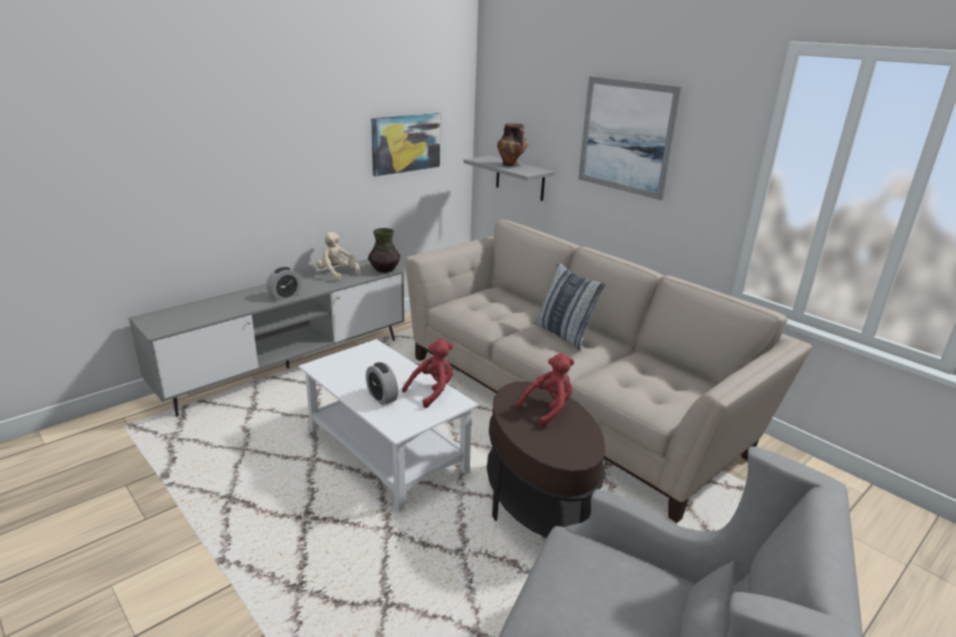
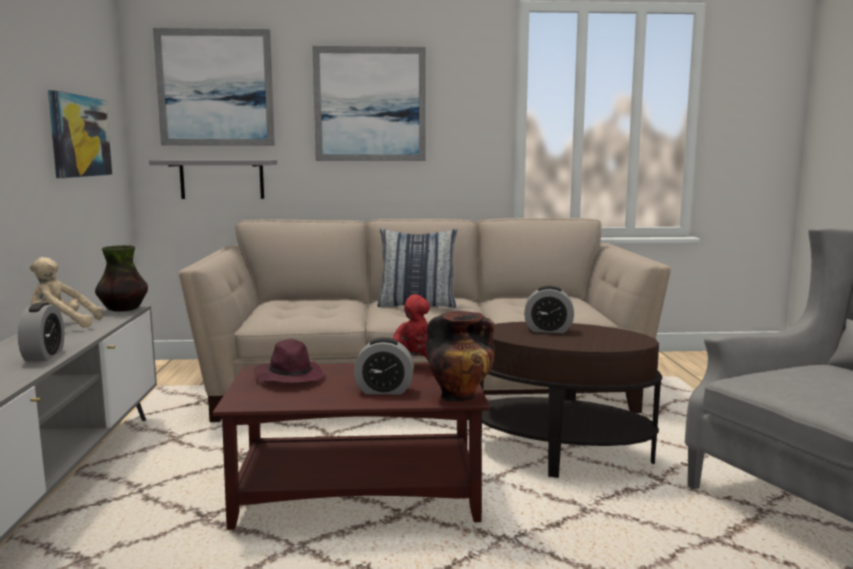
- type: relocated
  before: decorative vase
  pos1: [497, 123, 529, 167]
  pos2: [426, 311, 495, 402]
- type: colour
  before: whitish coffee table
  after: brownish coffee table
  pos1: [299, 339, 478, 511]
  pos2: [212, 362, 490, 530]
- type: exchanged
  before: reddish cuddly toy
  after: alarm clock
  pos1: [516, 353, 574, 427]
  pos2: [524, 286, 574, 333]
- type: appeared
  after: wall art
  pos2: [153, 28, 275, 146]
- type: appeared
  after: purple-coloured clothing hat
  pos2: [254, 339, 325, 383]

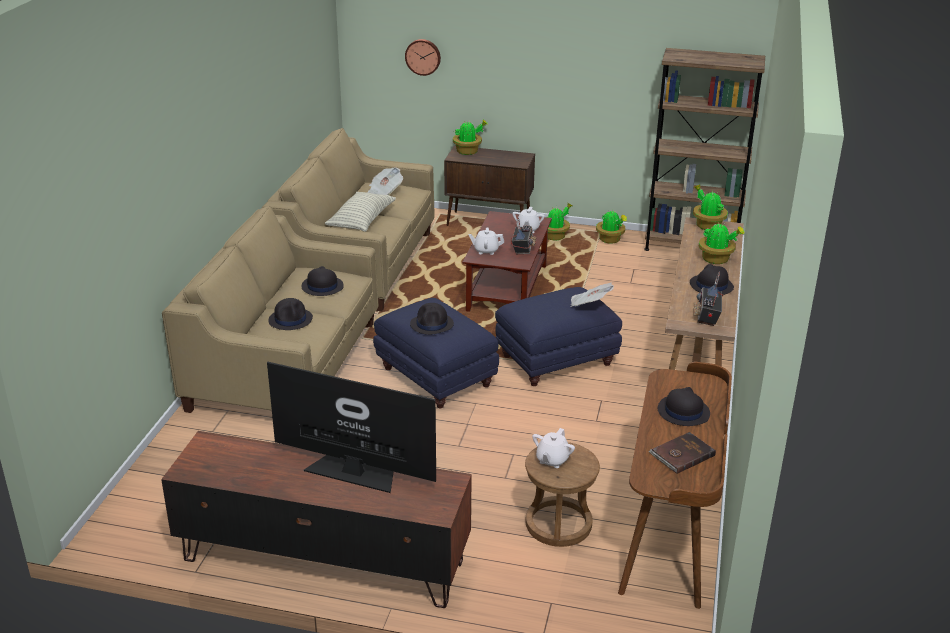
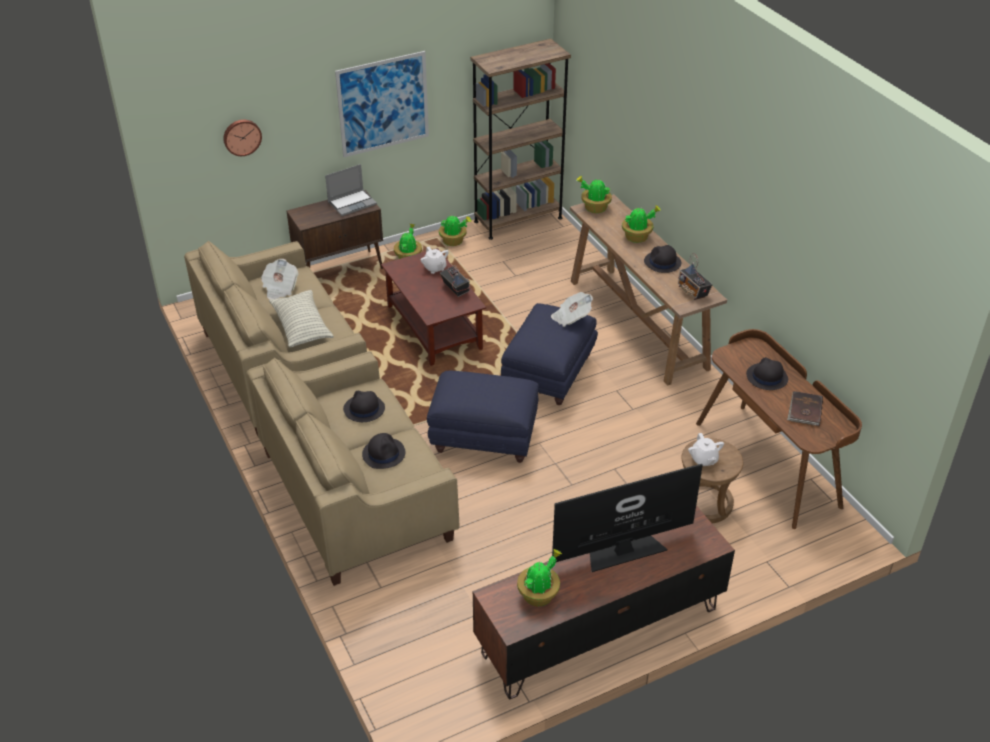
- type: relocated
  before: plant in a pot
  pos1: [453, 120, 488, 155]
  pos2: [517, 549, 562, 606]
- type: missing
  before: whitish pot for tea
  pos1: [469, 227, 504, 255]
- type: missing
  before: blackish clothing hat
  pos1: [410, 303, 454, 335]
- type: appeared
  after: wall art
  pos2: [335, 51, 429, 157]
- type: appeared
  after: laptop
  pos2: [325, 164, 377, 216]

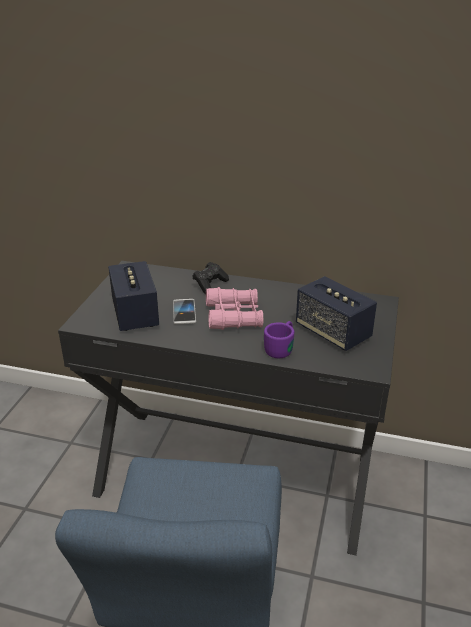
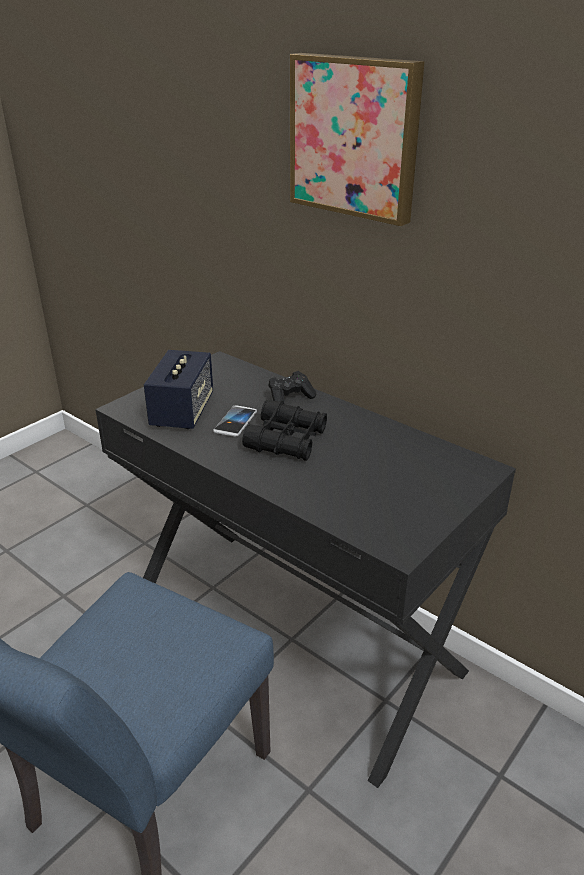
- type: missing
  before: audio speaker
  pos1: [296, 276, 377, 351]
- type: colour
  before: pink-coloured field glasses
  after: blackish field glasses
  pos1: [206, 287, 263, 330]
  pos2: [242, 400, 327, 461]
- type: missing
  before: purple-coloured tea mug
  pos1: [264, 321, 294, 358]
- type: appeared
  after: wall art
  pos2: [290, 53, 425, 226]

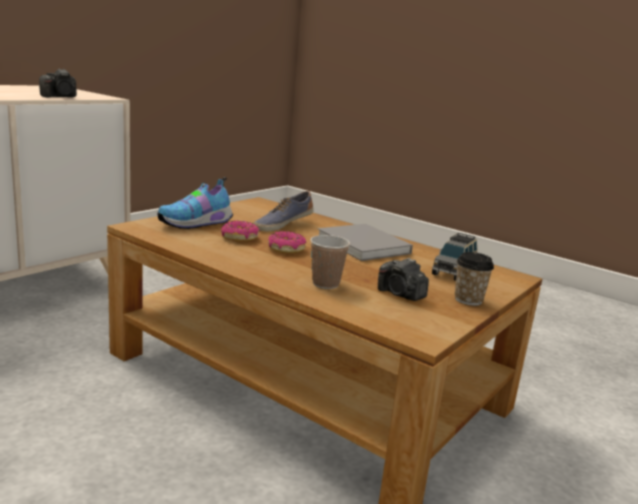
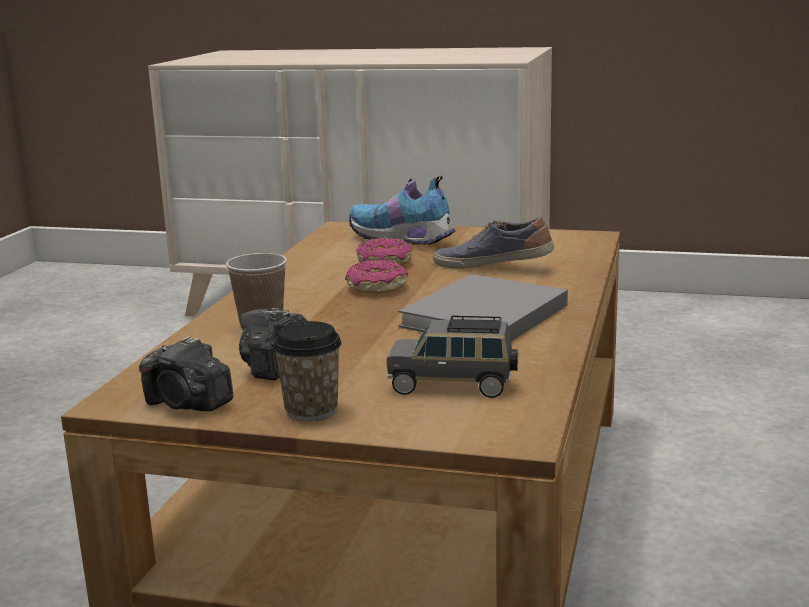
- type: relocated
  before: still camera
  pos1: [39, 69, 77, 97]
  pos2: [139, 336, 233, 411]

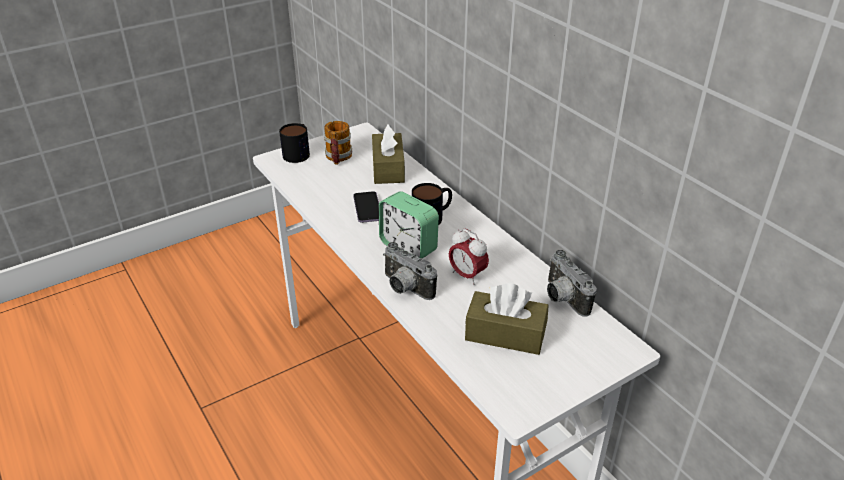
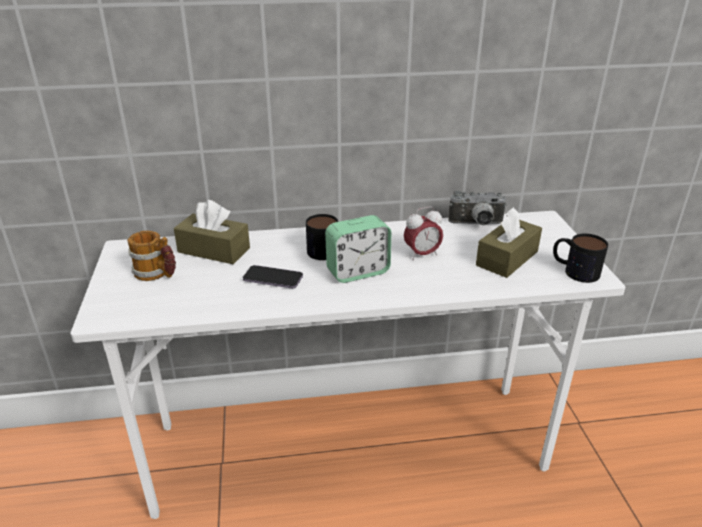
- type: relocated
  before: tea mug
  pos1: [279, 123, 310, 163]
  pos2: [553, 233, 608, 283]
- type: missing
  before: still camera
  pos1: [383, 242, 437, 300]

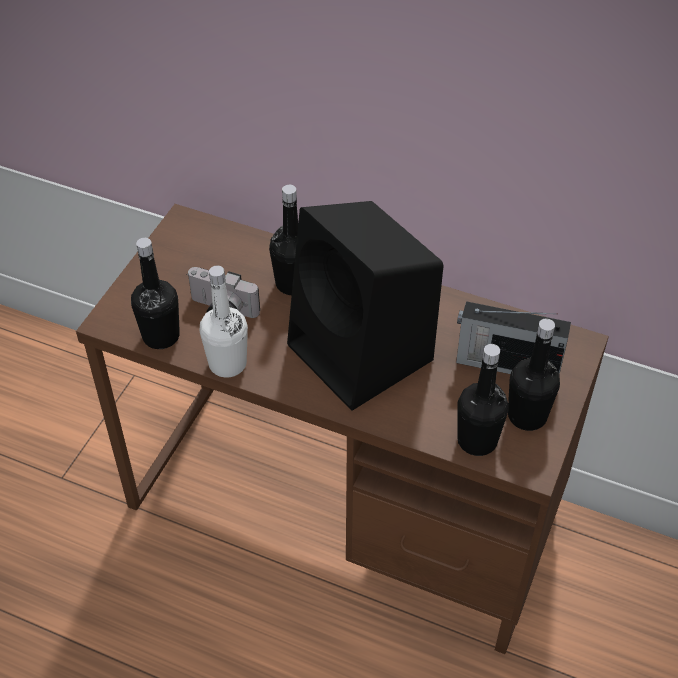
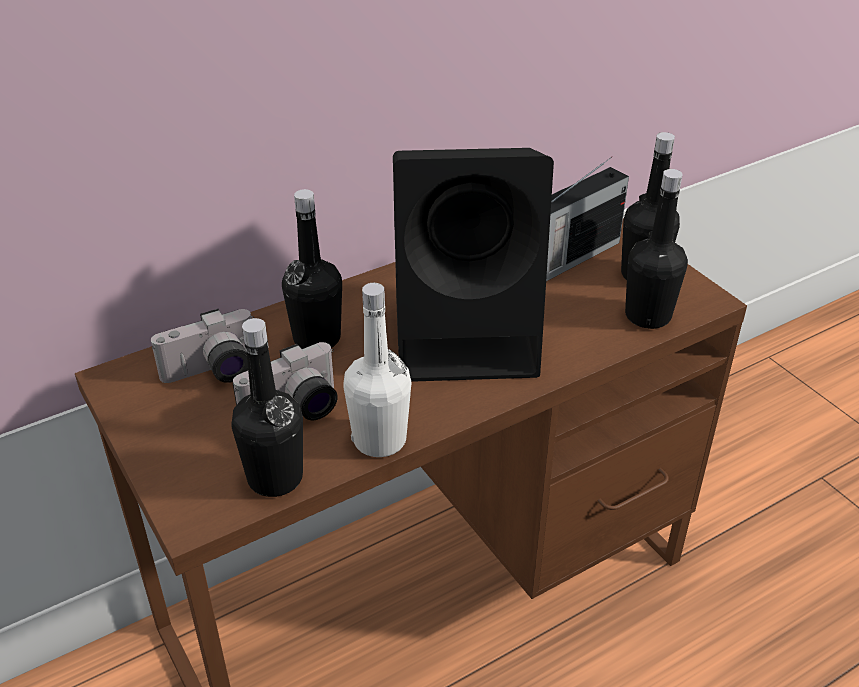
- type: appeared
  after: still camera
  pos2: [151, 309, 253, 383]

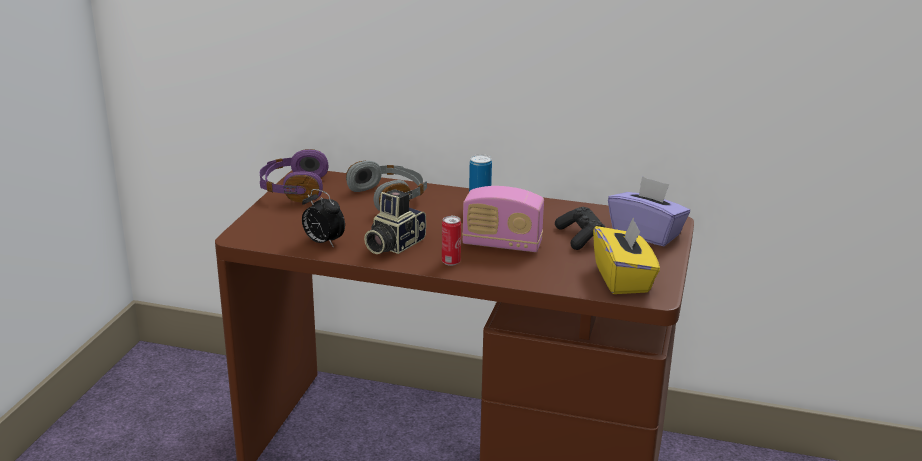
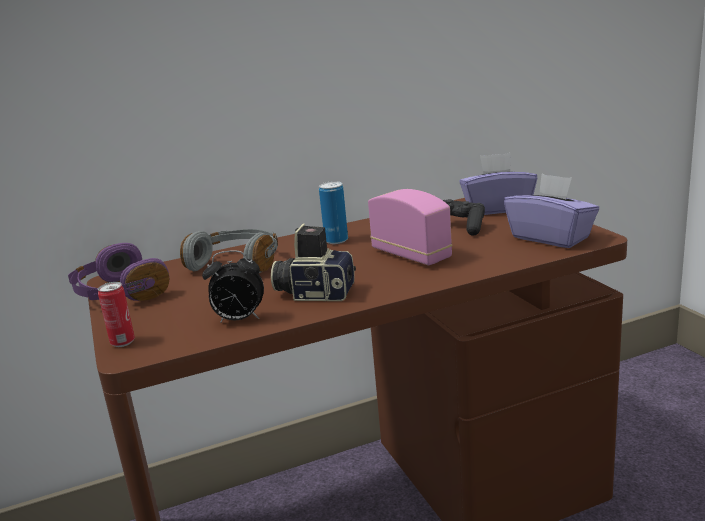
- type: spun
  before: radio
  pos1: [462, 186, 544, 252]
  pos2: [368, 189, 452, 265]
  turn: -105
- type: spun
  before: still camera
  pos1: [364, 189, 426, 254]
  pos2: [271, 224, 356, 301]
  turn: 105
- type: relocated
  before: can
  pos1: [442, 216, 461, 266]
  pos2: [98, 282, 135, 347]
- type: colour
  before: yellow tissue holder
  after: purple-coloured tissue holder
  pos1: [593, 219, 660, 294]
  pos2: [504, 174, 599, 248]

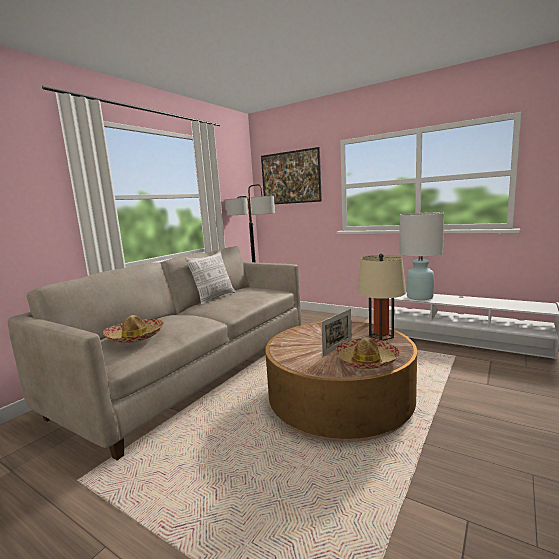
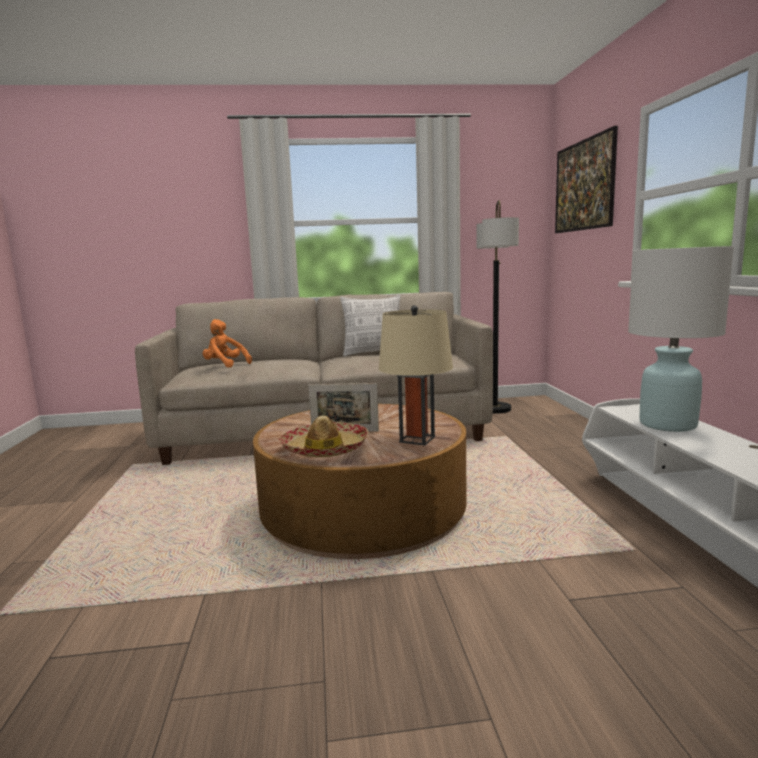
- type: exchanged
  before: clothing hat
  after: orange cuddly toy
  pos1: [103, 315, 164, 343]
  pos2: [203, 319, 252, 368]

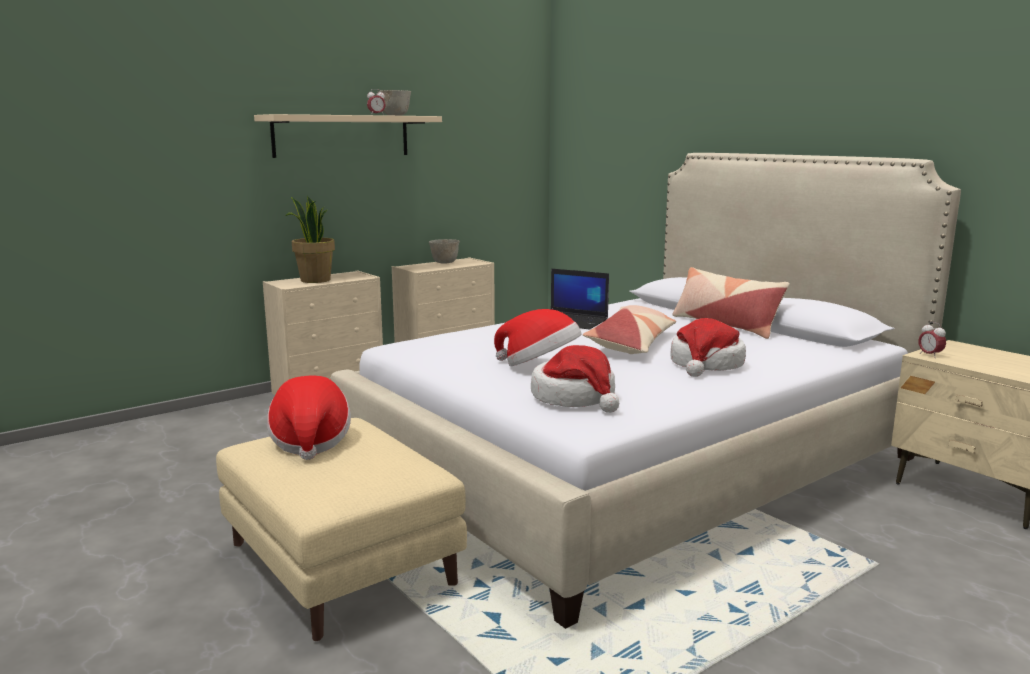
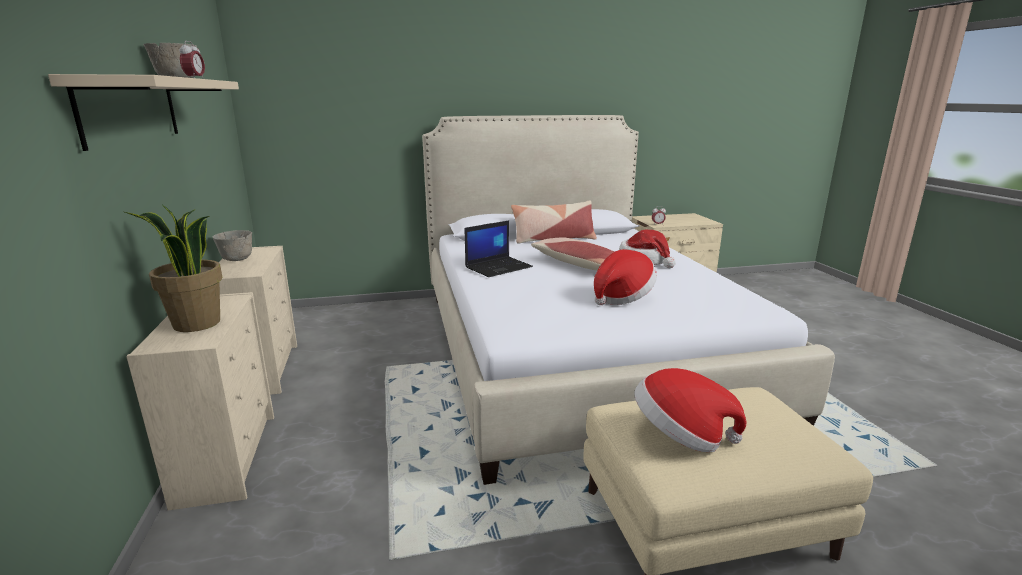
- type: missing
  before: clothing hat
  pos1: [531, 345, 619, 413]

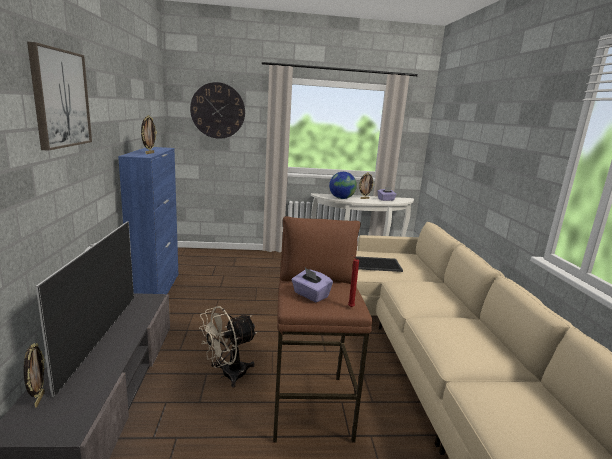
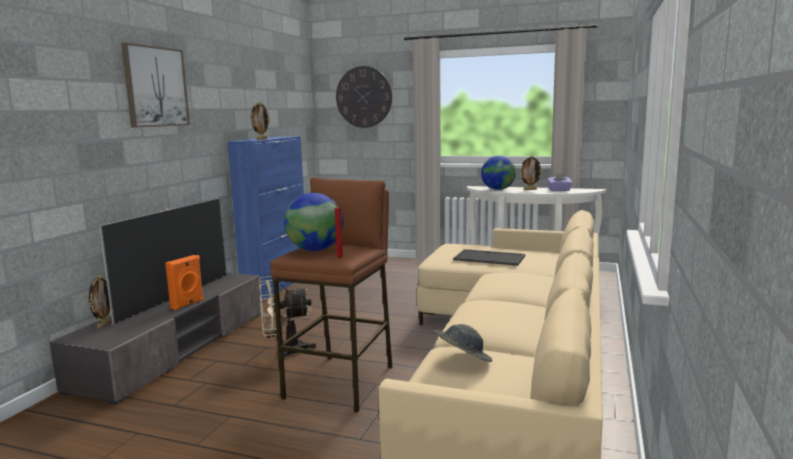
- type: exchanged
  before: purple-coloured tissue holder
  after: desk globe
  pos1: [292, 268, 333, 302]
  pos2: [284, 193, 343, 251]
- type: appeared
  after: orange audio speaker
  pos2: [165, 255, 204, 310]
- type: appeared
  after: grey clothing hat
  pos2: [432, 324, 492, 362]

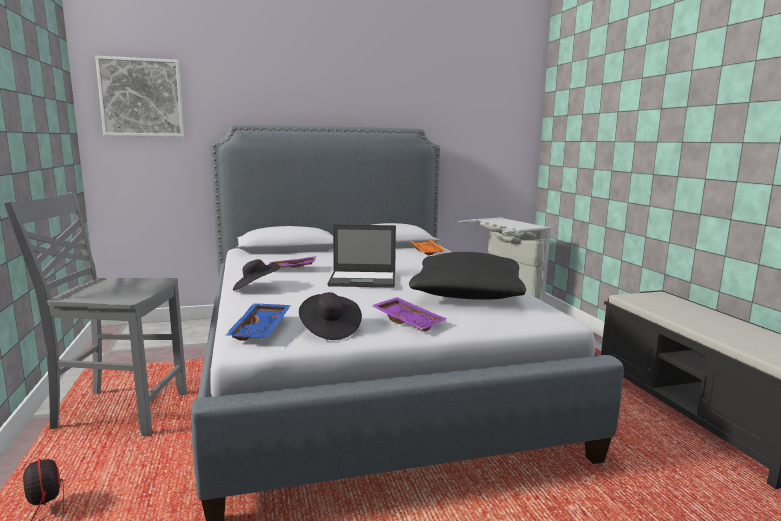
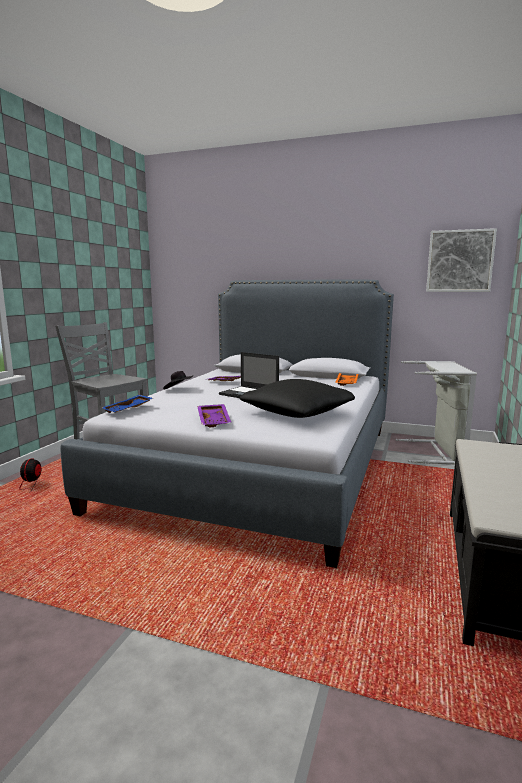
- type: relocated
  before: wall art
  pos1: [95, 56, 184, 137]
  pos2: [426, 228, 497, 292]
- type: missing
  before: blackish clothing hat
  pos1: [299, 292, 362, 340]

